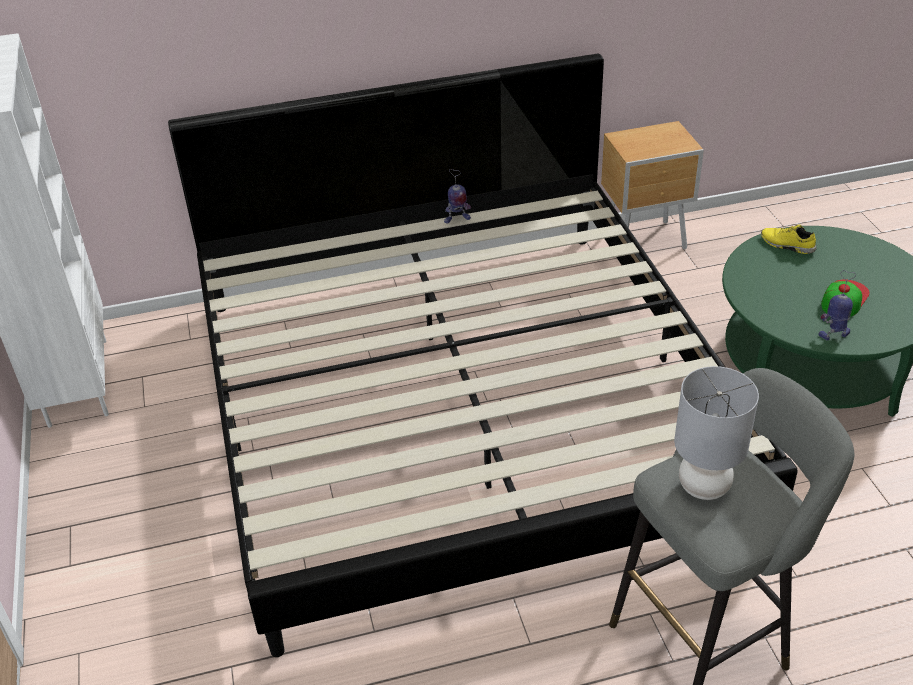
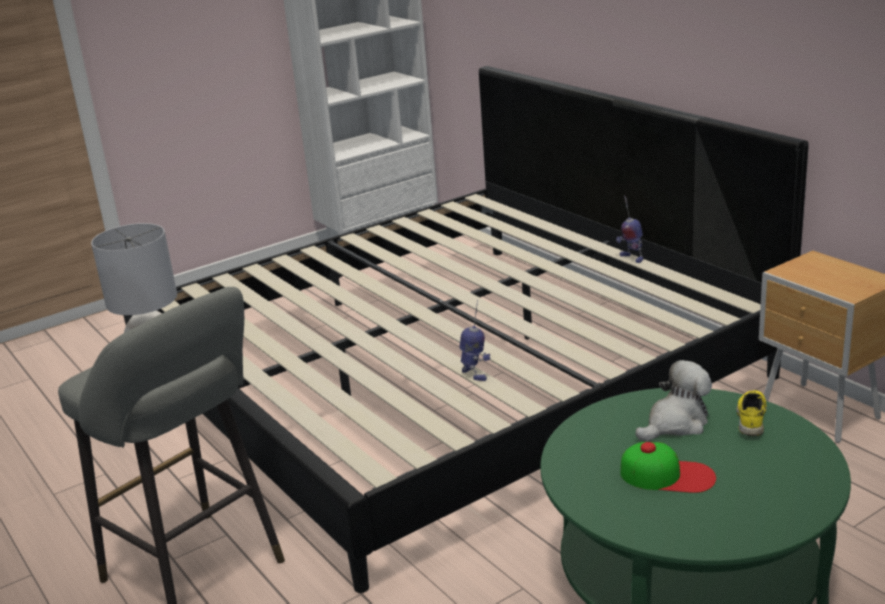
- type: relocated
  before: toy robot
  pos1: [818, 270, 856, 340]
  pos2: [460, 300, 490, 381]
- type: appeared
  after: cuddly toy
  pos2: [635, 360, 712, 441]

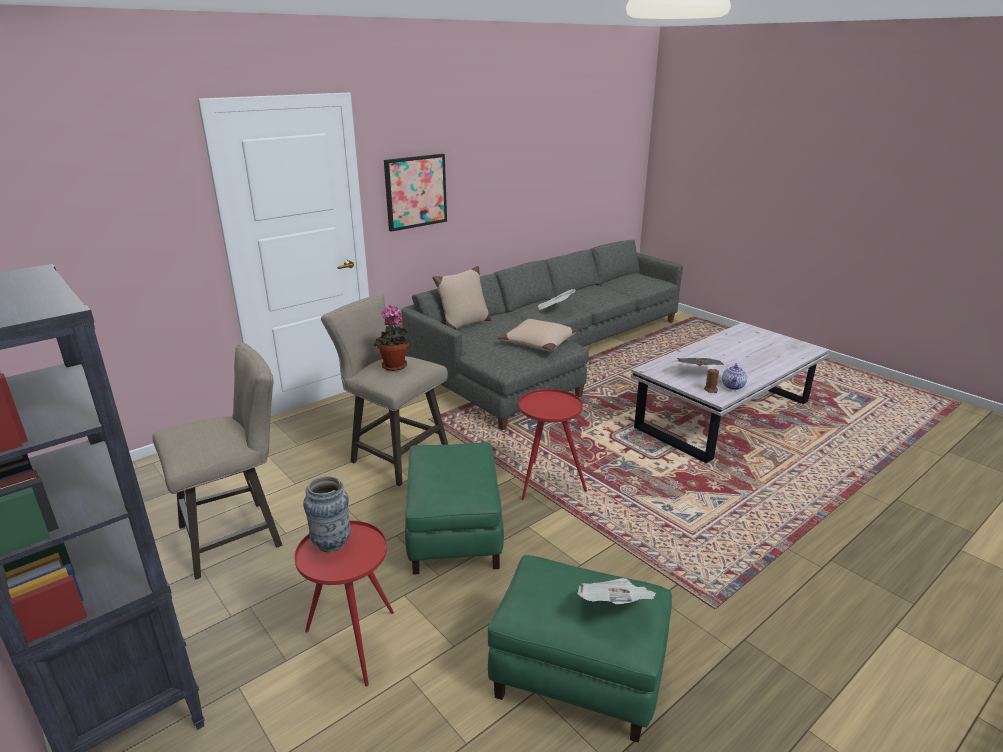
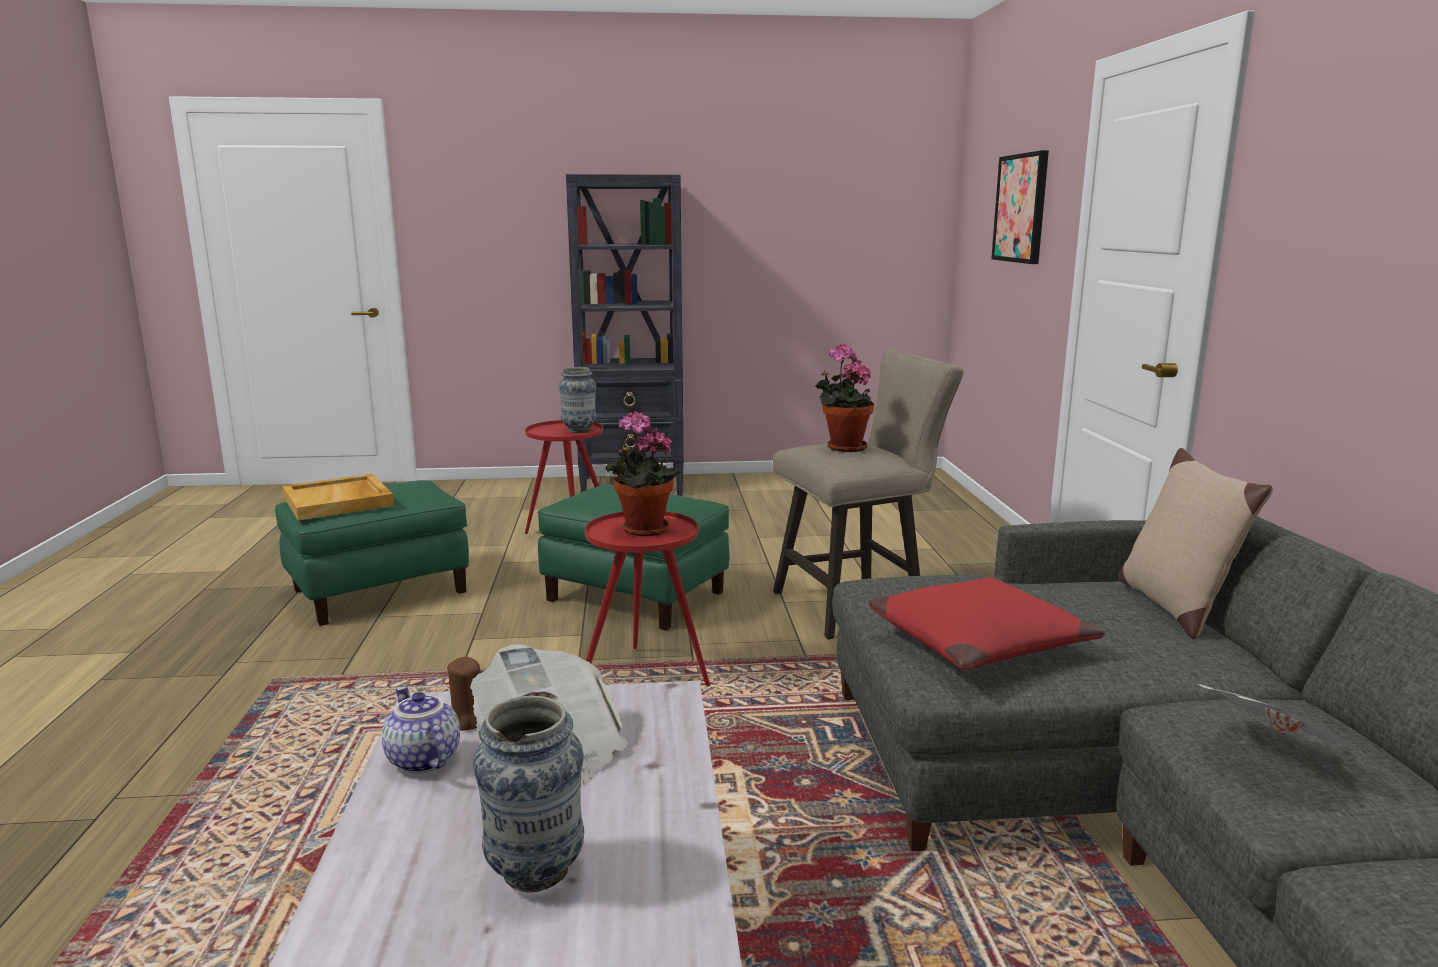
- type: relocated
  before: wall art
  pos1: [384, 154, 447, 232]
  pos2: [991, 150, 1049, 264]
- type: colour
  before: beige cushion
  after: reddish cushion
  pos1: [497, 318, 579, 352]
  pos2: [869, 576, 1106, 670]
- type: missing
  before: beige stool
  pos1: [153, 343, 282, 580]
- type: exchanged
  before: printed paper
  after: beige tray
  pos1: [577, 578, 656, 604]
  pos2: [282, 474, 394, 521]
- type: appeared
  after: plant in a pot
  pos2: [606, 411, 681, 536]
- type: appeared
  after: decorative vase
  pos2: [473, 696, 584, 893]

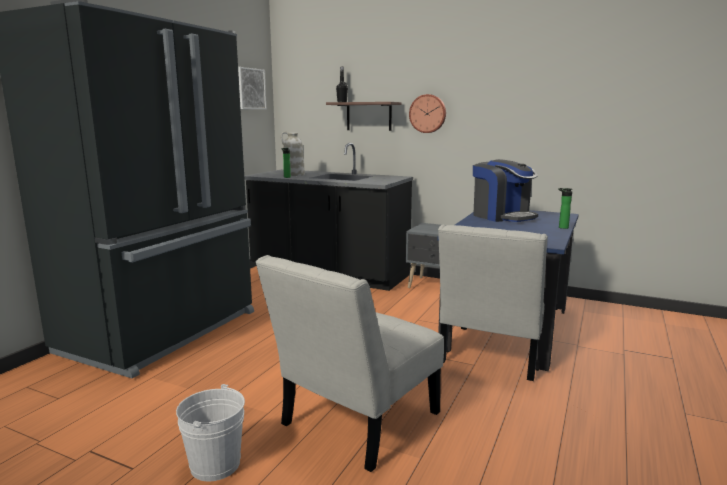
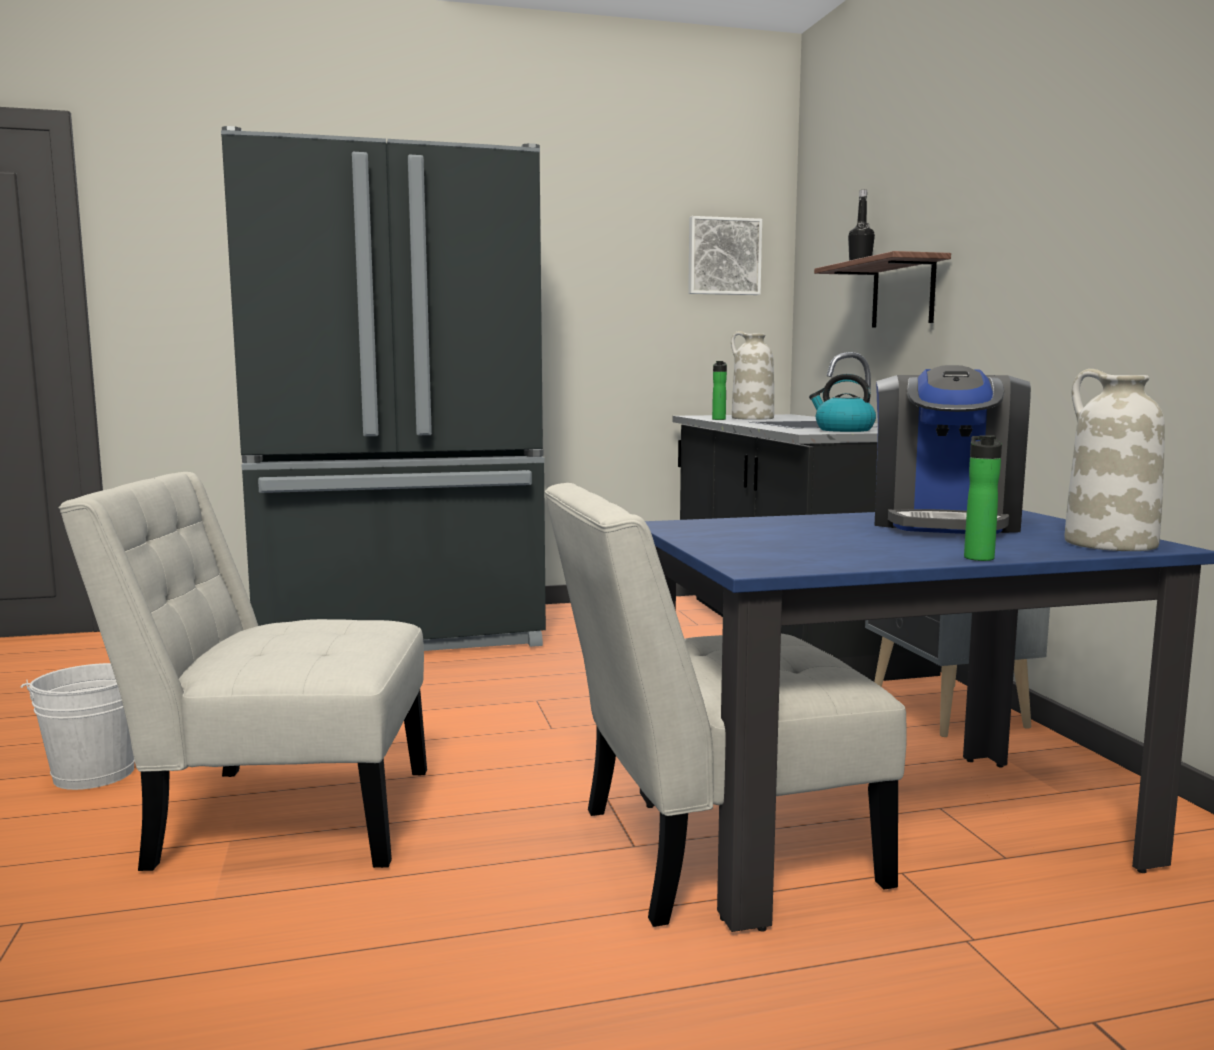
- type: missing
  before: wall clock
  pos1: [409, 94, 446, 133]
- type: appeared
  after: whitish decorative vase
  pos2: [1064, 369, 1165, 551]
- type: appeared
  after: water kettle
  pos2: [809, 374, 876, 432]

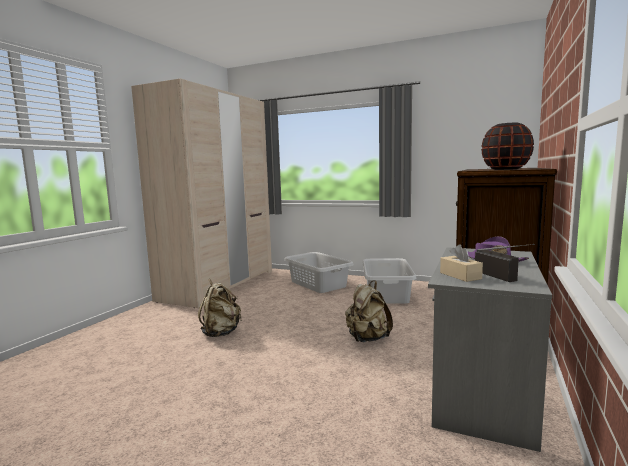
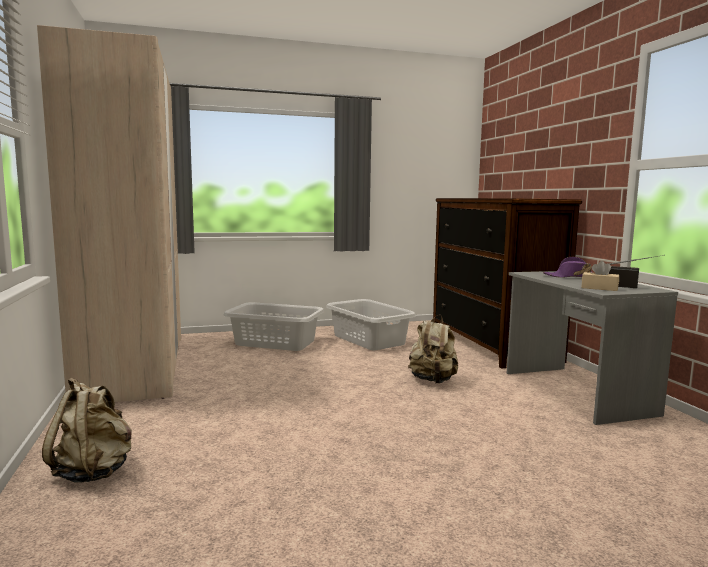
- type: missing
  before: blackish decorative vase
  pos1: [481, 123, 534, 170]
- type: relocated
  before: beige knapsack
  pos1: [198, 279, 242, 337]
  pos2: [42, 378, 132, 483]

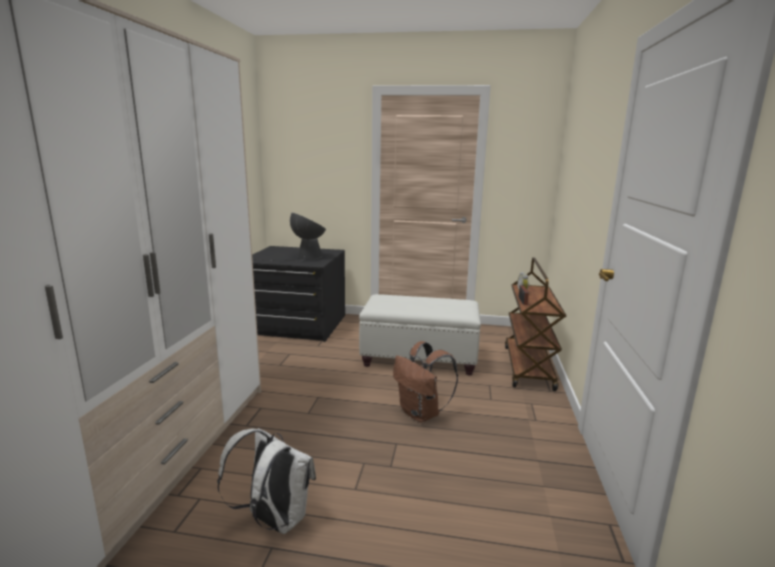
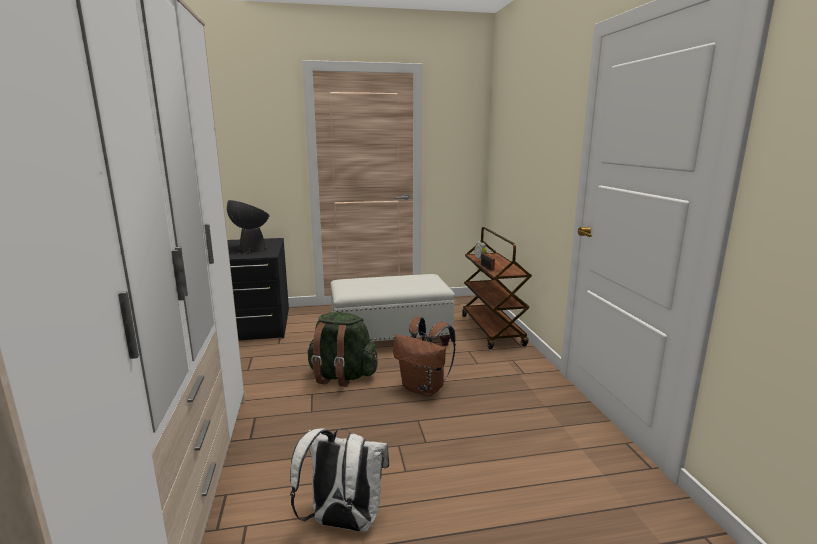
- type: appeared
  after: greenish knapsack
  pos2: [308, 312, 378, 387]

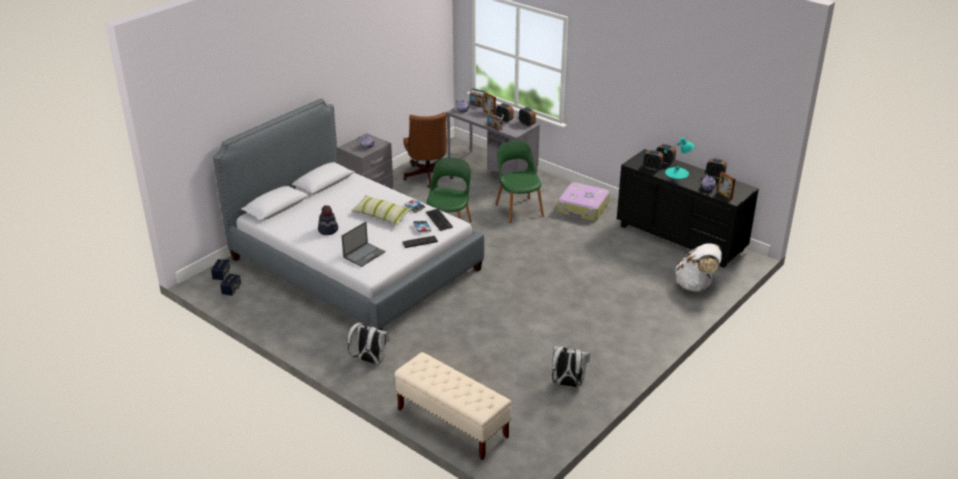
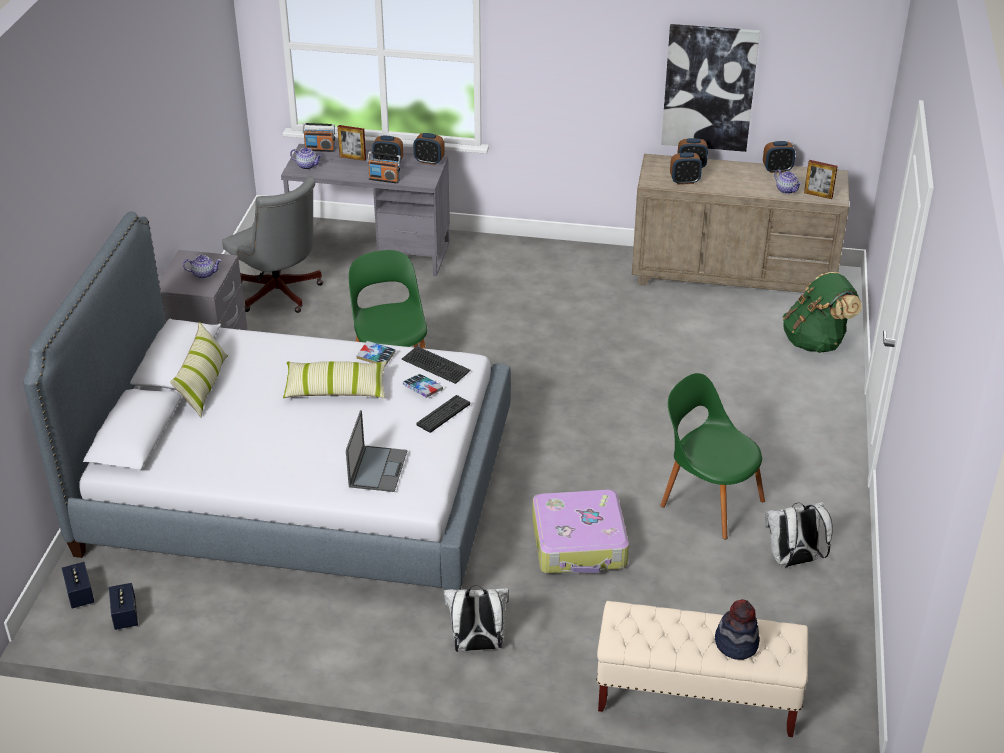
- type: colour
  before: brownish computer chair
  after: grey computer chair
  pos1: [403, 112, 453, 188]
  pos2: [222, 177, 323, 313]
- type: missing
  before: turquoise-coloured table lamp
  pos1: [664, 137, 694, 179]
- type: relocated
  before: greenish plain chair
  pos1: [496, 141, 544, 223]
  pos2: [660, 373, 765, 539]
- type: colour
  before: blackish dresser
  after: beige dresser
  pos1: [617, 149, 759, 268]
  pos2: [632, 154, 849, 293]
- type: relocated
  before: piece of luggage
  pos1: [557, 182, 610, 221]
  pos2: [532, 490, 629, 574]
- type: relocated
  before: clothing hat
  pos1: [318, 205, 338, 235]
  pos2: [715, 599, 760, 660]
- type: colour
  before: whitish knapsack
  after: greenish knapsack
  pos1: [675, 243, 722, 292]
  pos2: [783, 272, 862, 353]
- type: appeared
  after: wall art
  pos2: [661, 24, 760, 152]
- type: appeared
  after: cushion
  pos2: [170, 322, 228, 418]

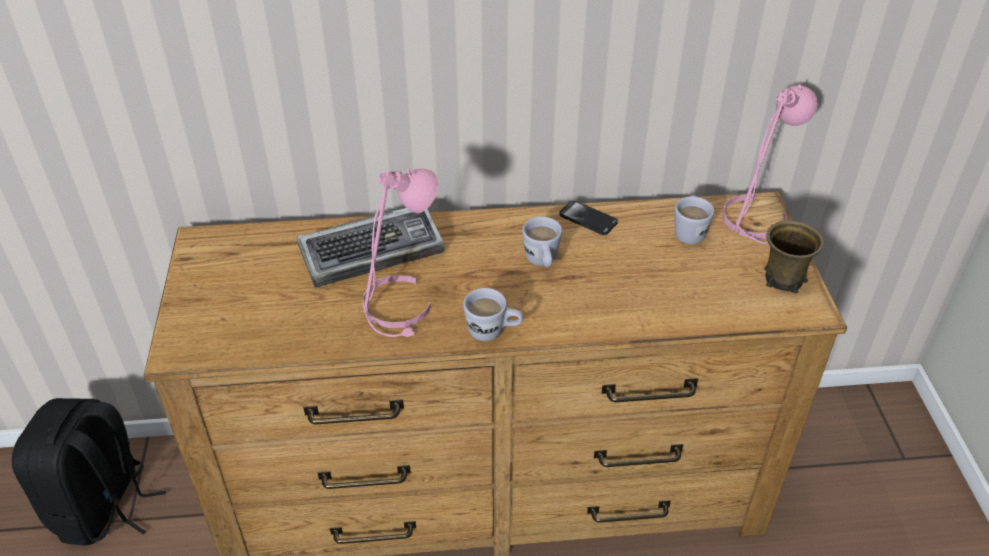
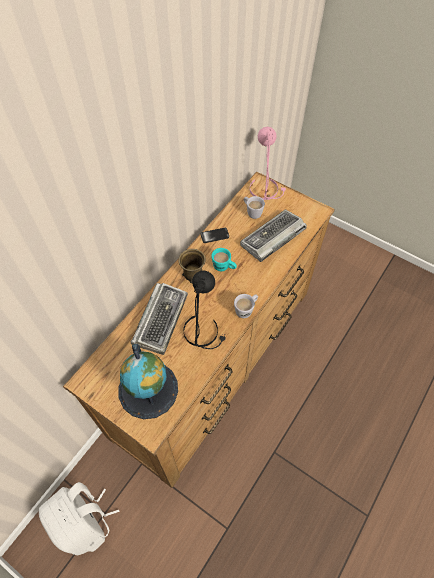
- type: colour
  before: pink-coloured table lamp
  after: blackish table lamp
  pos1: [363, 168, 438, 337]
  pos2: [183, 270, 226, 349]
- type: colour
  before: whitish tea mug
  after: turquoise-coloured tea mug
  pos1: [522, 217, 562, 267]
  pos2: [211, 248, 237, 271]
- type: relocated
  before: brownish tea mug
  pos1: [764, 220, 824, 293]
  pos2: [178, 249, 206, 283]
- type: colour
  before: blackish knapsack
  after: whitish knapsack
  pos1: [12, 398, 166, 546]
  pos2: [39, 482, 120, 555]
- type: appeared
  after: computer keyboard
  pos2: [240, 209, 307, 262]
- type: appeared
  after: desk globe
  pos2: [118, 344, 178, 419]

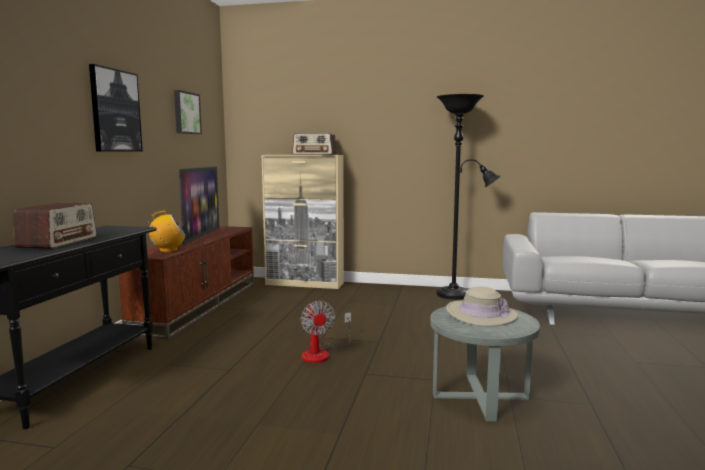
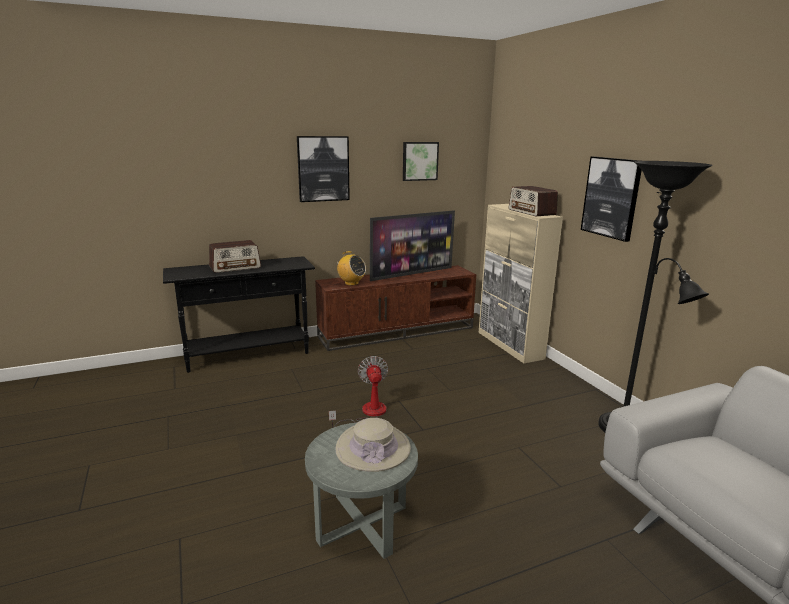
- type: spun
  before: cooling fan
  pos1: [301, 301, 351, 363]
  pos2: [329, 356, 388, 428]
  turn: 135
- type: appeared
  after: wall art
  pos2: [581, 156, 642, 242]

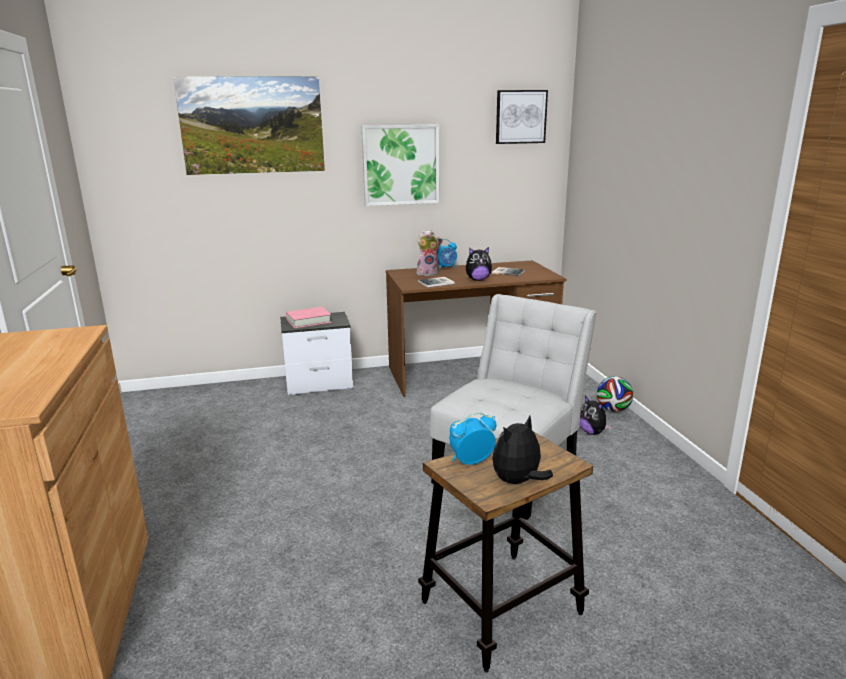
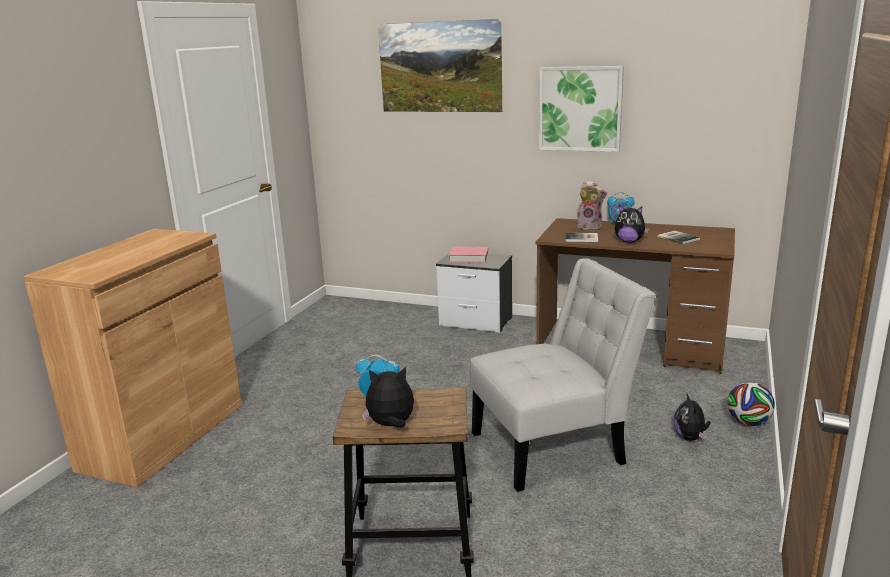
- type: missing
  before: wall art
  pos1: [496, 90, 548, 144]

